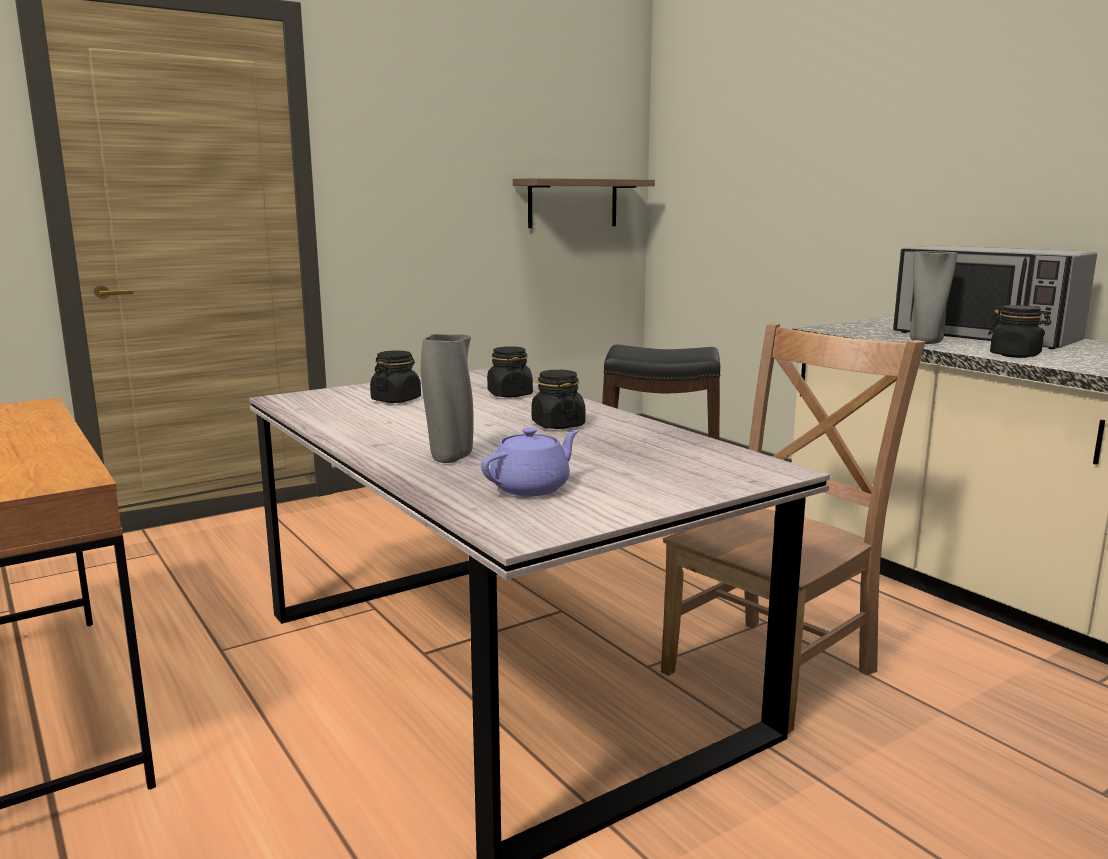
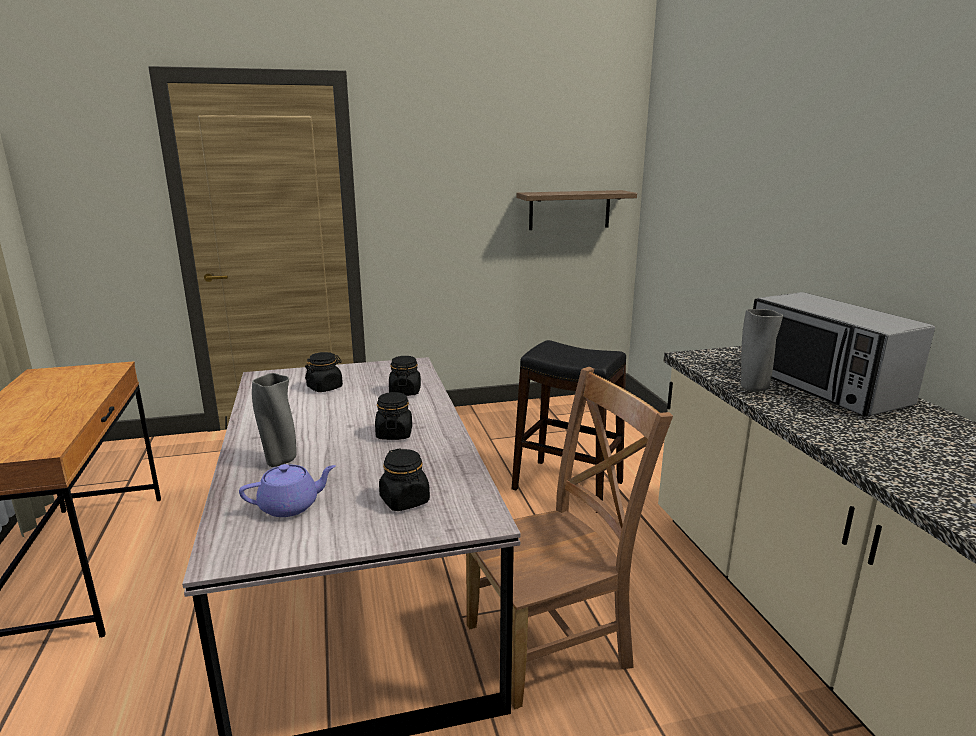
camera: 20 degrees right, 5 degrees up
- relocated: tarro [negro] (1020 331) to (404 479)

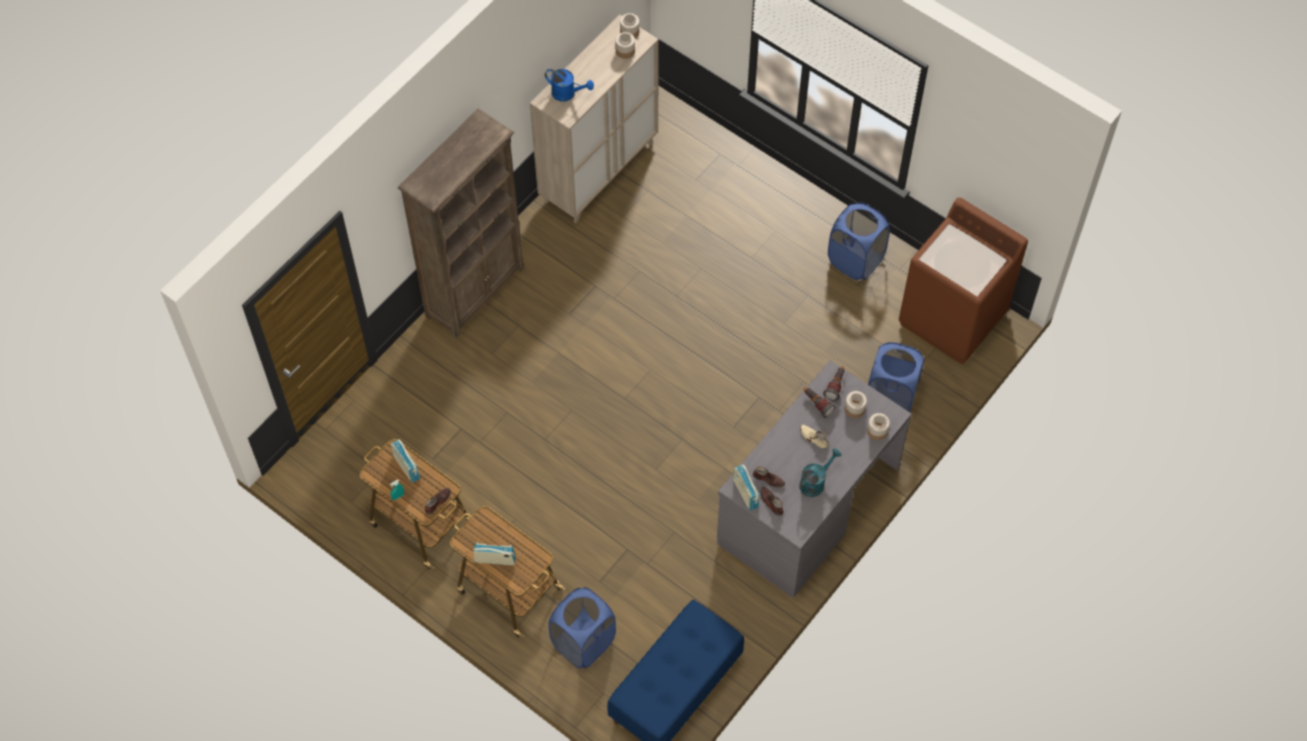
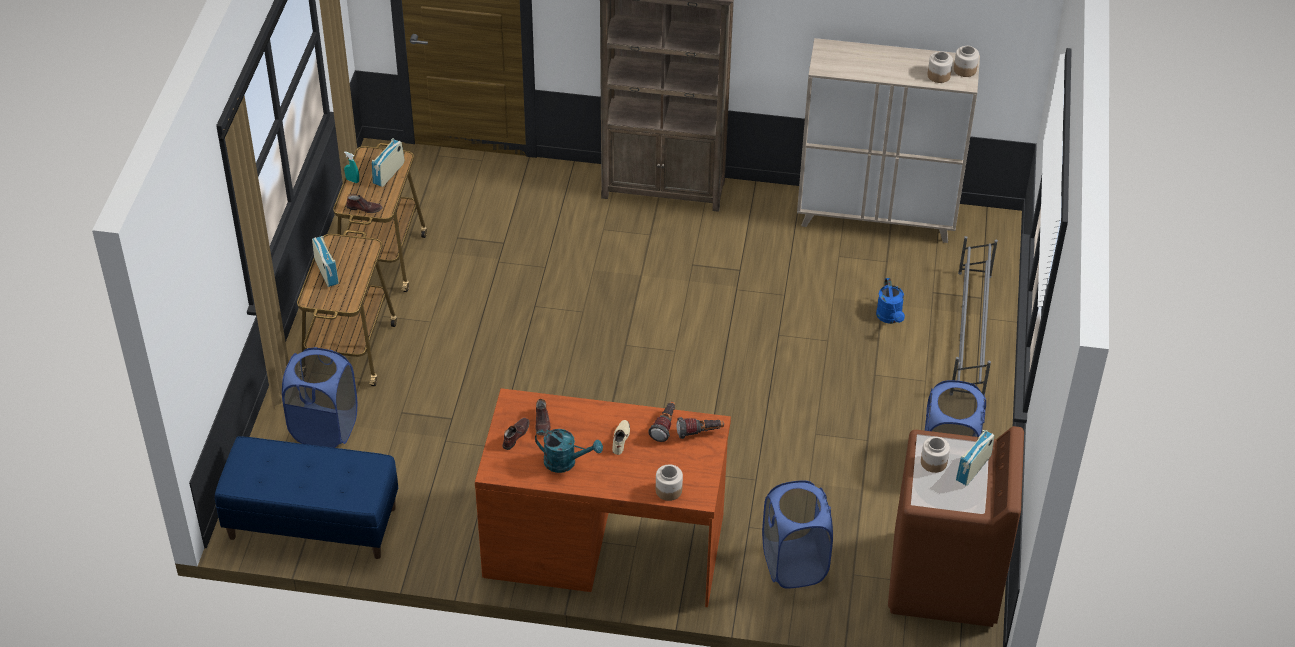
camera: 60 degrees right, 15 degrees down
- relocated: regadera [azul] (569 85) to (890 301)
- colour: escritorio [gris] (814 479) to escritorio [marrón] (603 497)
- relocated: radio (746 488) to (975 458)
- relocated: tarro (856 404) to (935 455)
- appeared: zapatero [gris] (975 315)

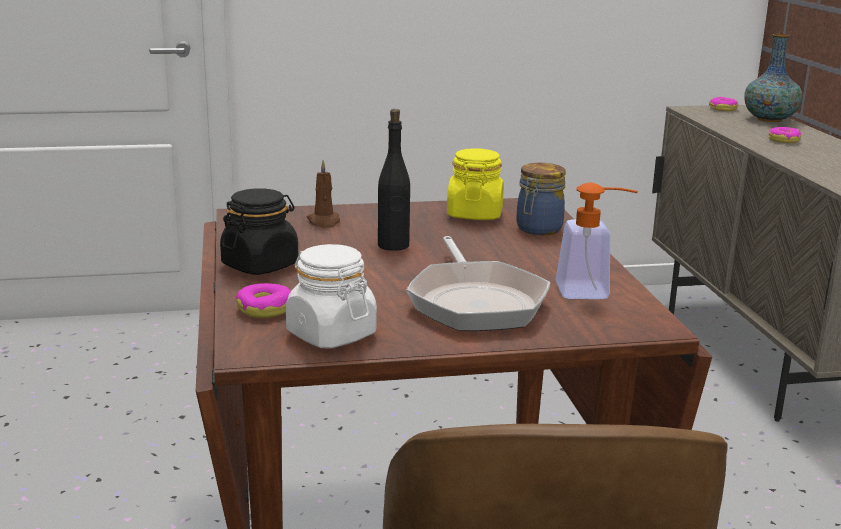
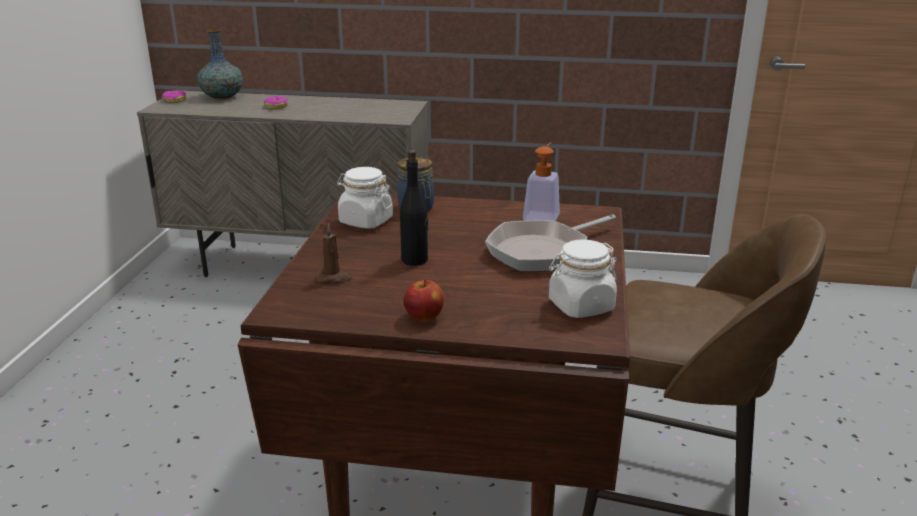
camera: 70 degrees left, 5 degrees up
- exchanged: tarro [negro] (259 231) to manzana (424 300)
- missing: rosquilla (263 300)
- spun: sartén (478 283) = (550 243) 135 degrees clockwise
- colour: tarro [amarillo] (475 184) to tarro [blanco] (365 198)

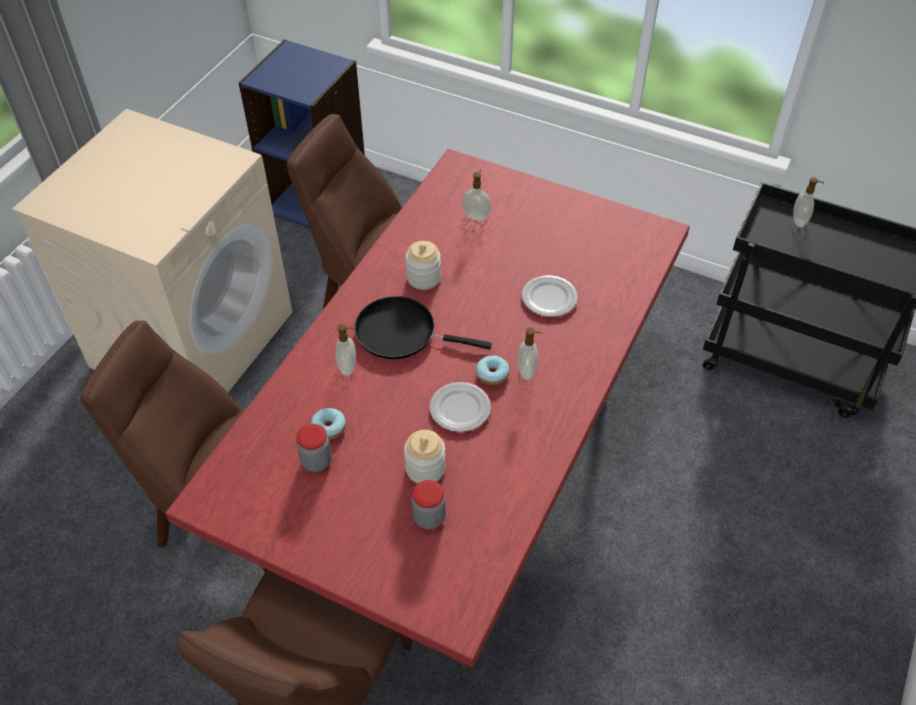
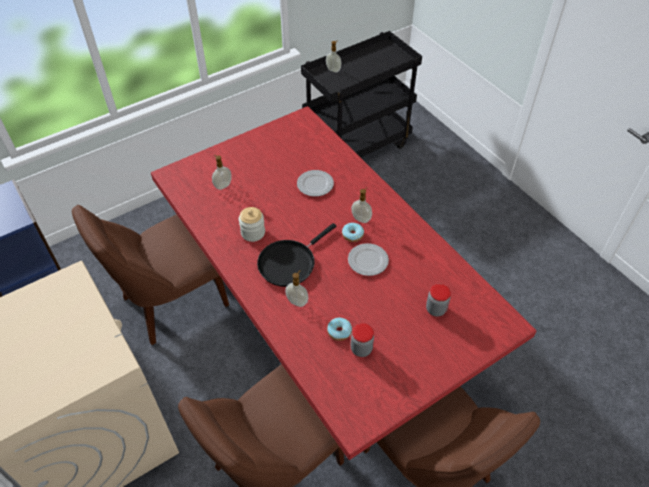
camera: 60 degrees left, 0 degrees up
- missing: tarro (424 457)

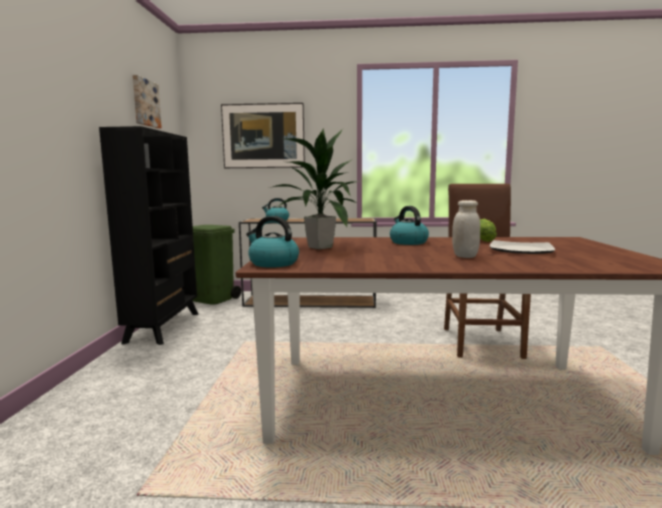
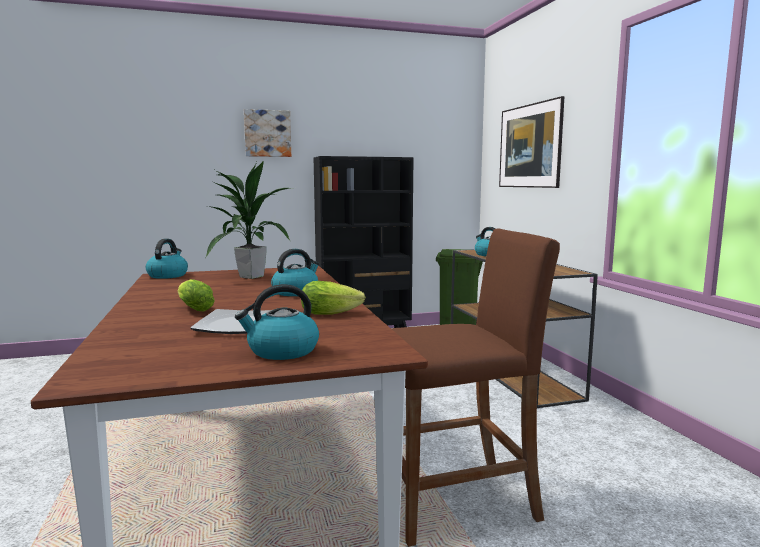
camera: 70 degrees right, 0 degrees up
- relocated: cuadro (147 101) to (267 133)
- exchanged: tarro [blanco] (466 229) to lechuga (196 295)
- appeared: hervidor (277 322)

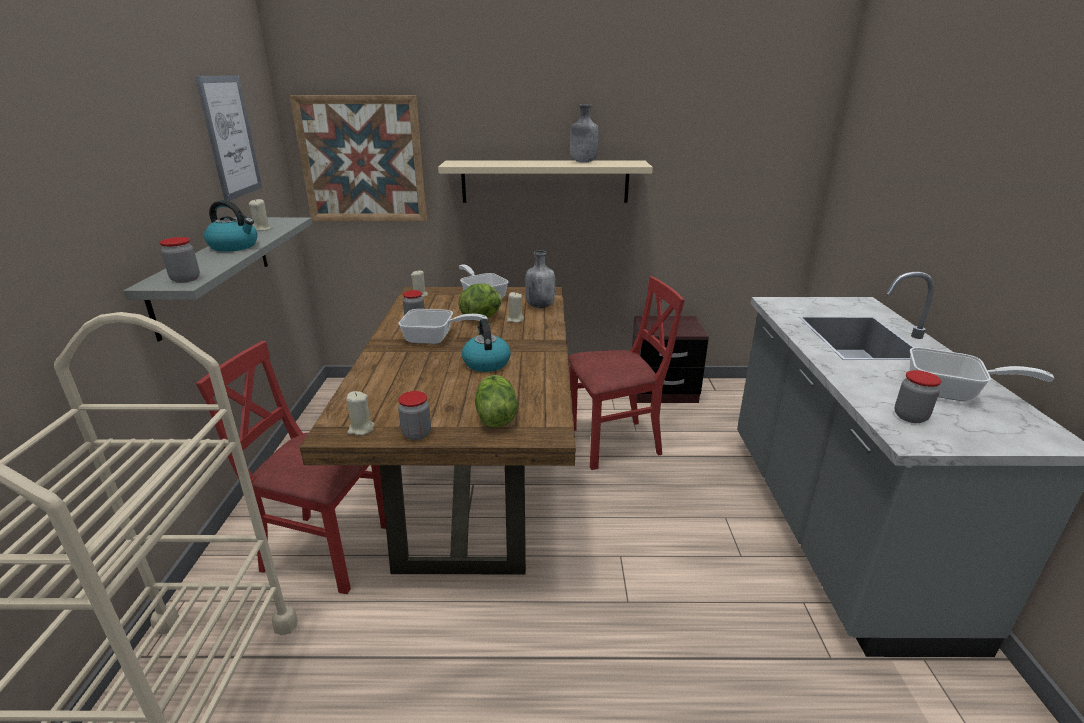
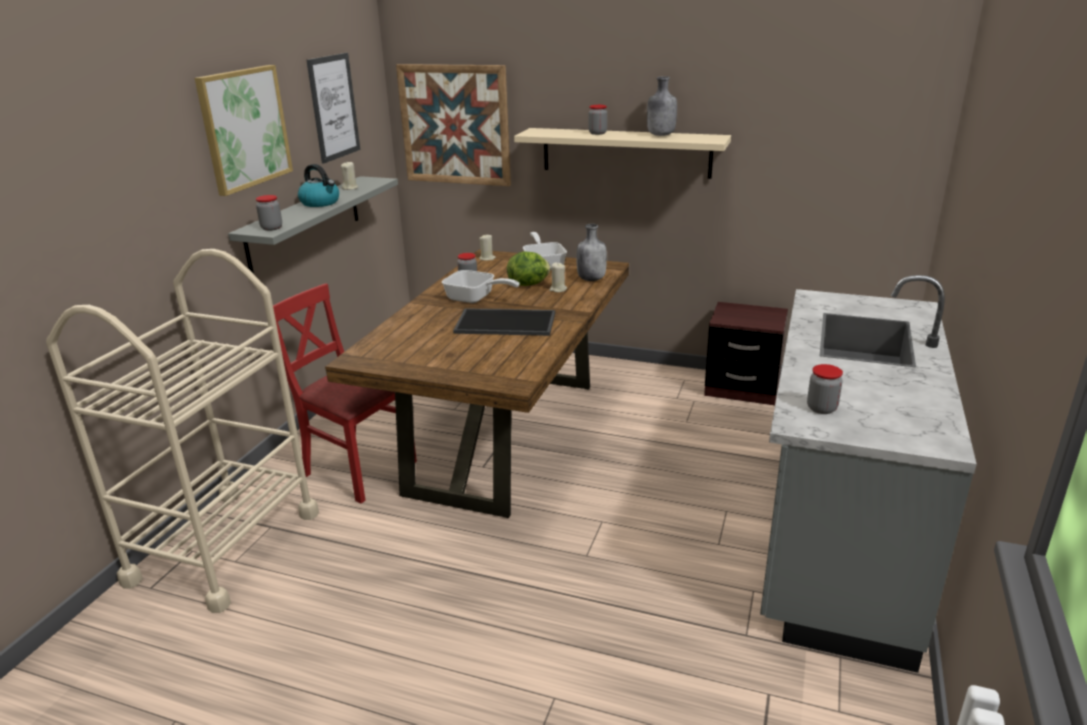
camera: 20 degrees right, 0 degrees up
- missing: vela [beis] (360 413)
- relocated: tarro (414 415) to (598 120)
- exchanged: hervidor (486 345) to bandeja (504 322)
- missing: lechuga (496 401)
- missing: silla [rojo] (626 373)
- missing: sartén (981 374)
- appeared: cuadro (244 130)

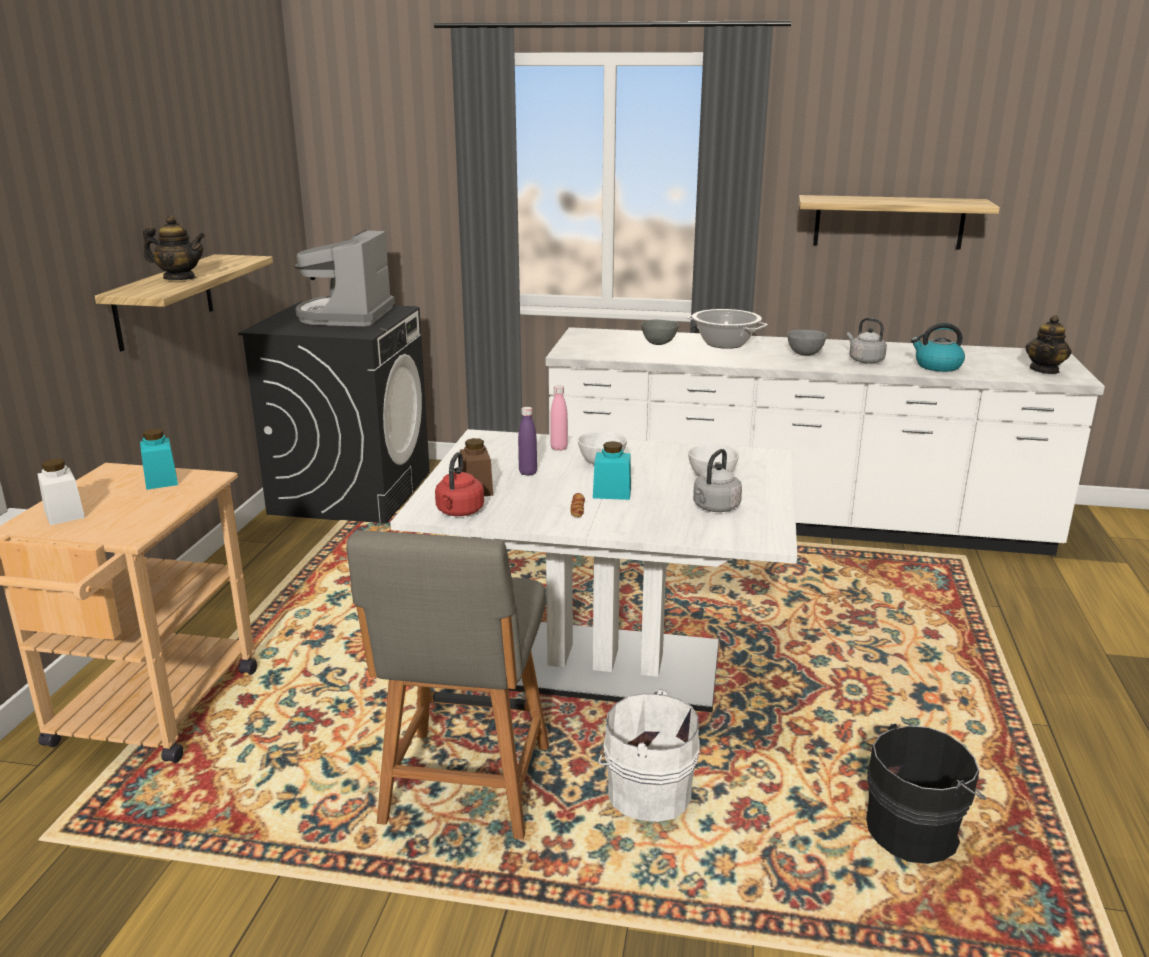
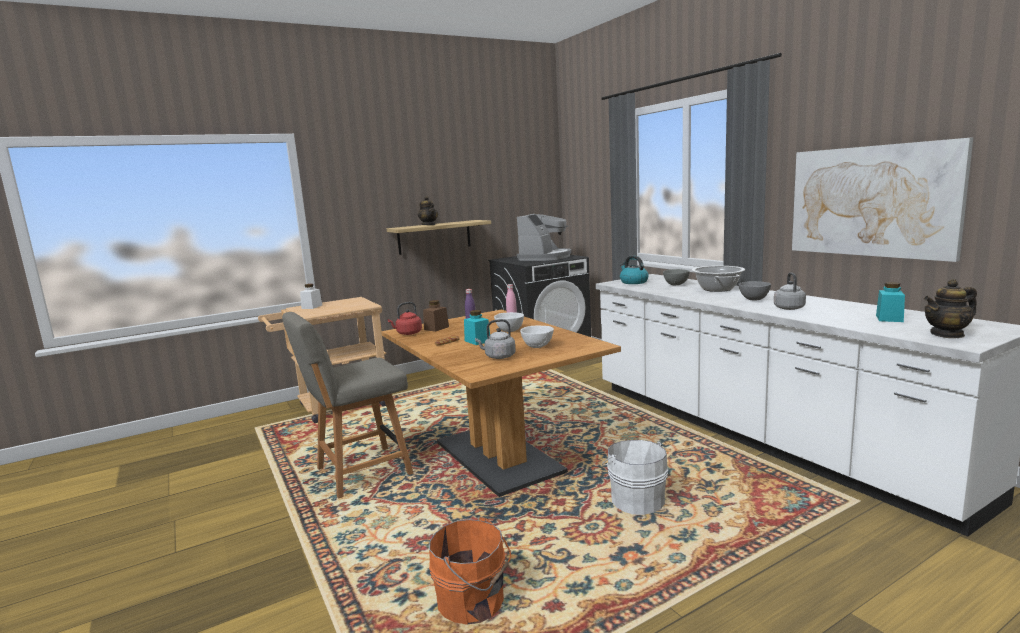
camera: 50 degrees right, 10 degrees down
- relocated: tarro [turquesa] (159 459) to (890 302)
- spun: cafetera (344 277) = (544 237) 150 degrees clockwise
- colour: mesa de comedor [blanco] (593 570) to mesa de comedor [marrón] (501 403)
- relocated: cubo [blanco] (649 755) to (635 477)
- exchanged: estante (899 222) to cuadro (882 200)
- colour: cubo [negro] (926 793) to cubo [naranja] (470 571)
- relocated: hervidor (938 347) to (634 270)

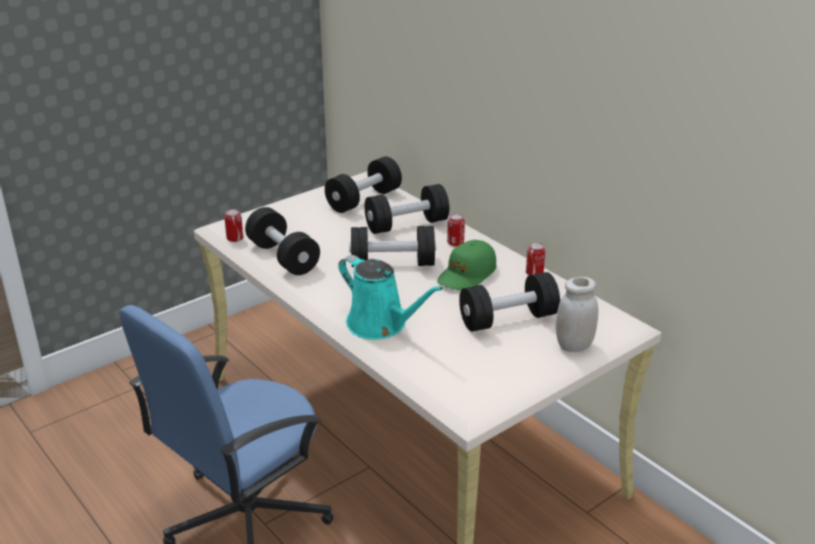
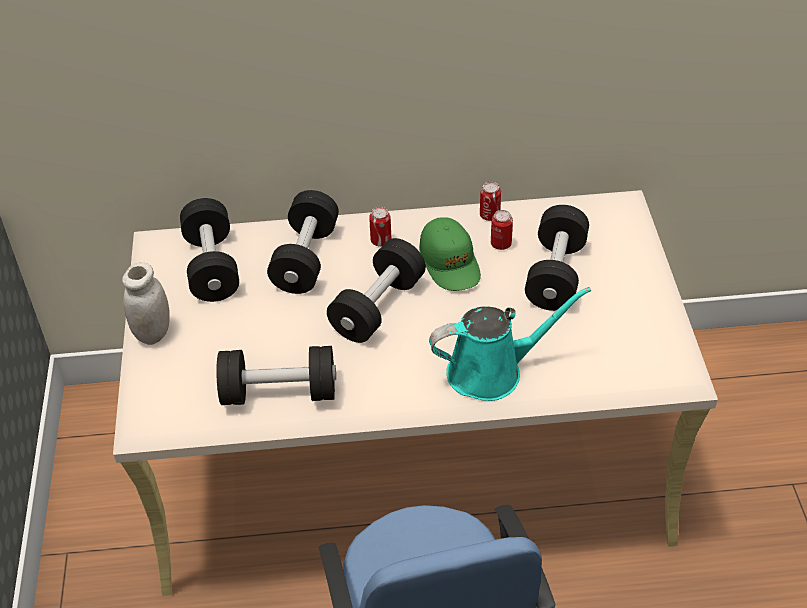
camera: 55 degrees left, 15 degrees up
- relocated: lata (233 225) to (502 230)
- relocated: tarro [blanco] (577 314) to (146 303)

